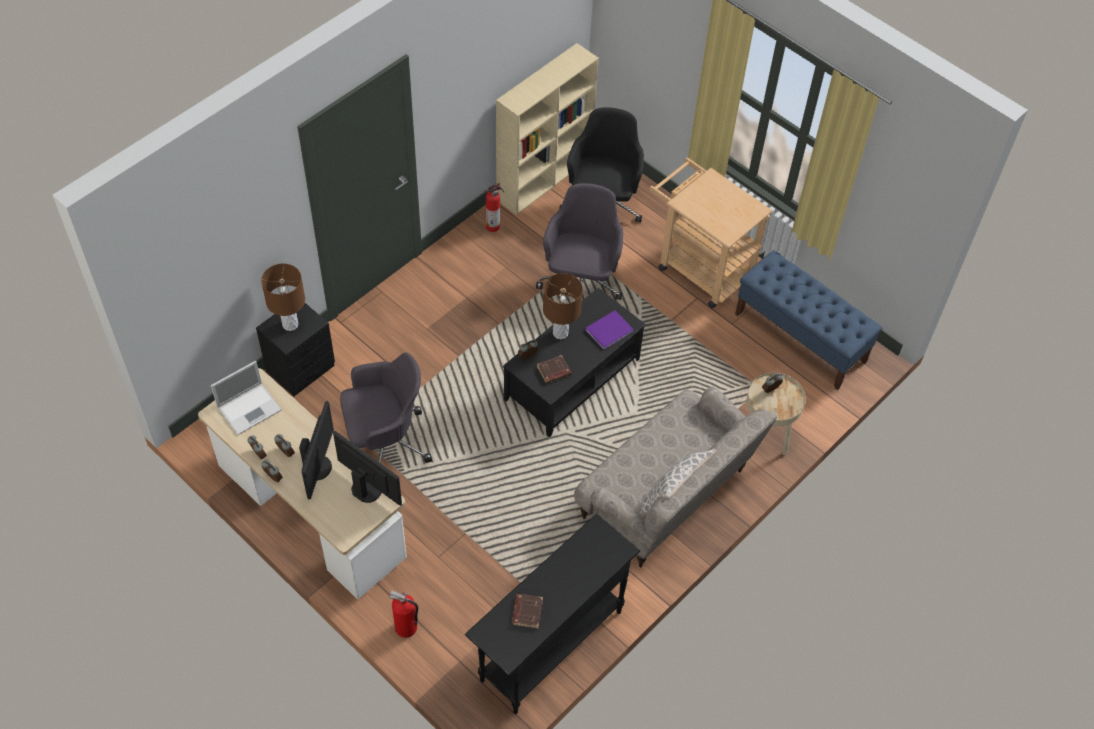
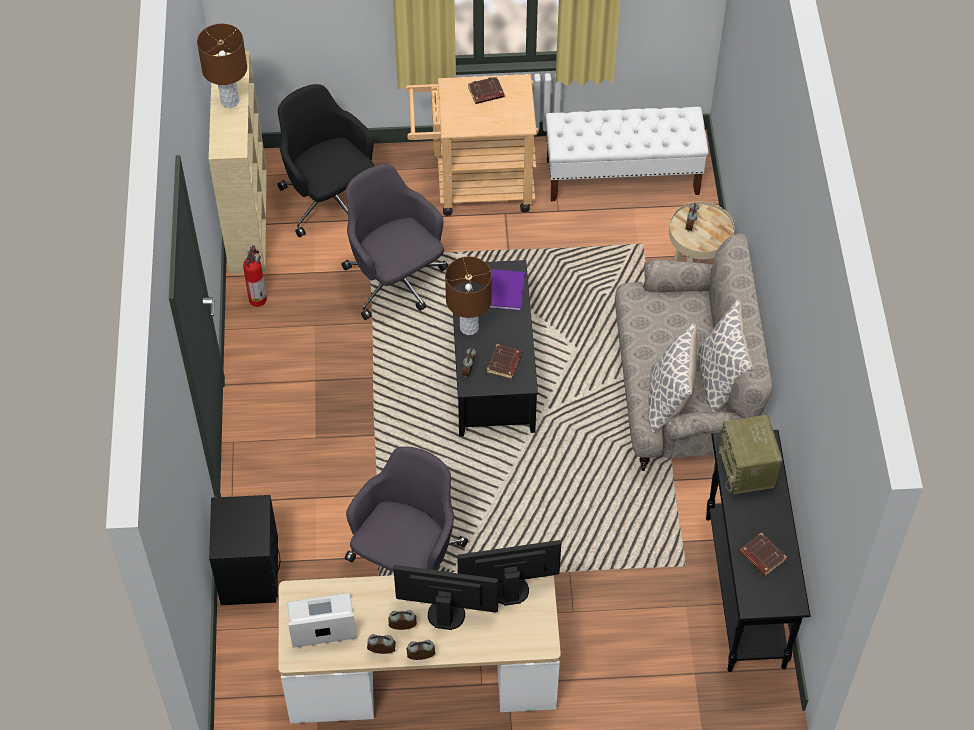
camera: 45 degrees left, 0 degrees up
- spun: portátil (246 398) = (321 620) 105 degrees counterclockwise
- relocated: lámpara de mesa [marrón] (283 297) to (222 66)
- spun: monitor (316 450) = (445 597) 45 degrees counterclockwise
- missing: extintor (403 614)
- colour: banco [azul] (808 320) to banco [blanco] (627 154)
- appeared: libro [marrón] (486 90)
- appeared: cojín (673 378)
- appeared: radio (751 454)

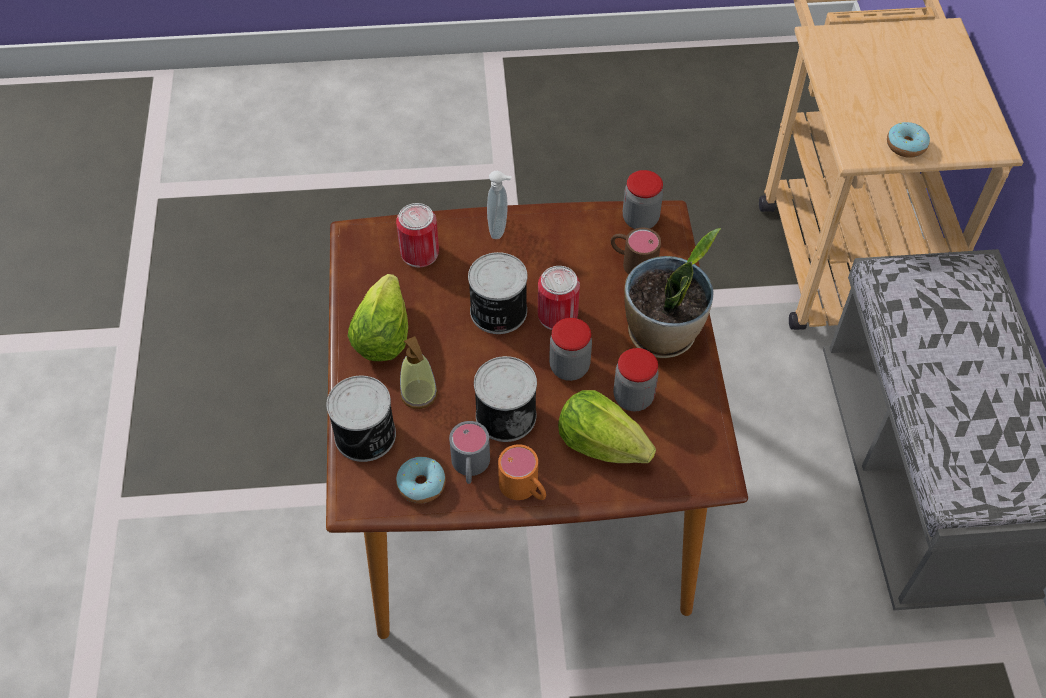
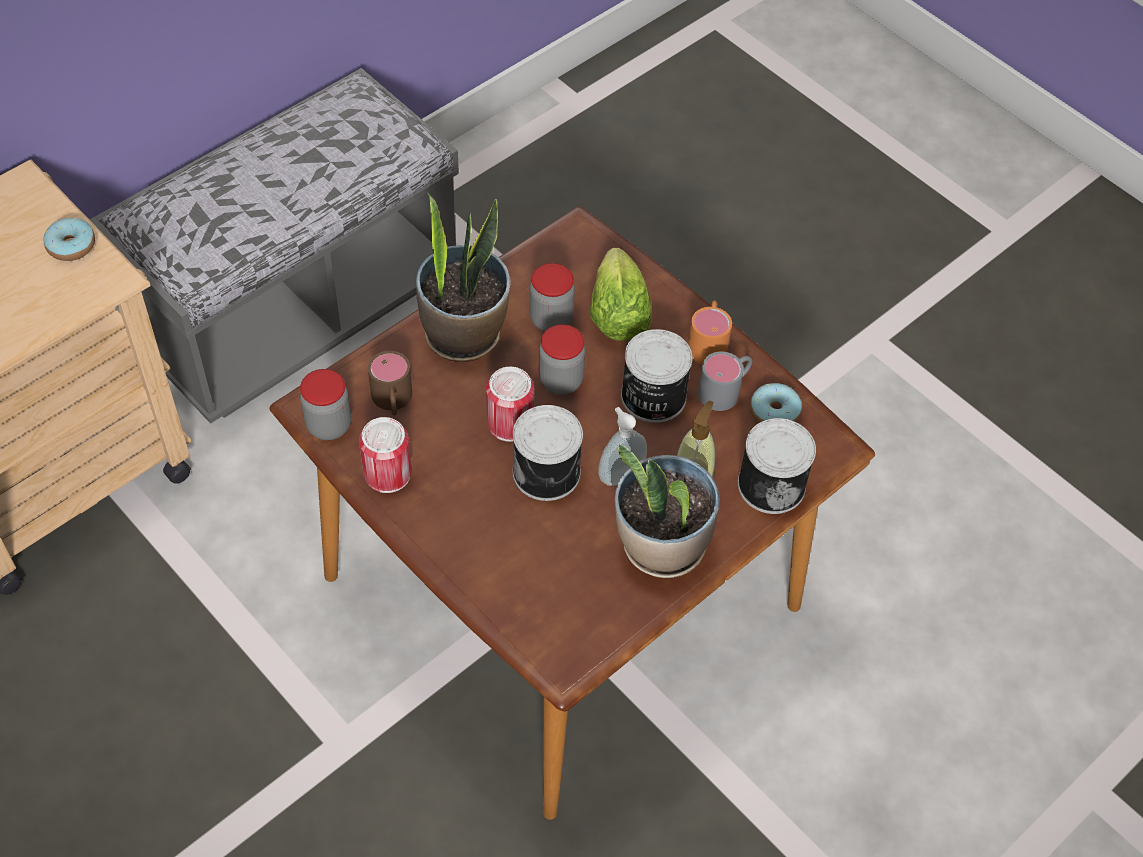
camera: 130 degrees left, 0 degrees up
- exchanged: lechuga (378 317) to planta en maceta (667 511)
- relocated: lata (417 235) to (385 455)
- relocated: dispensador de jabón (499 205) to (622 446)

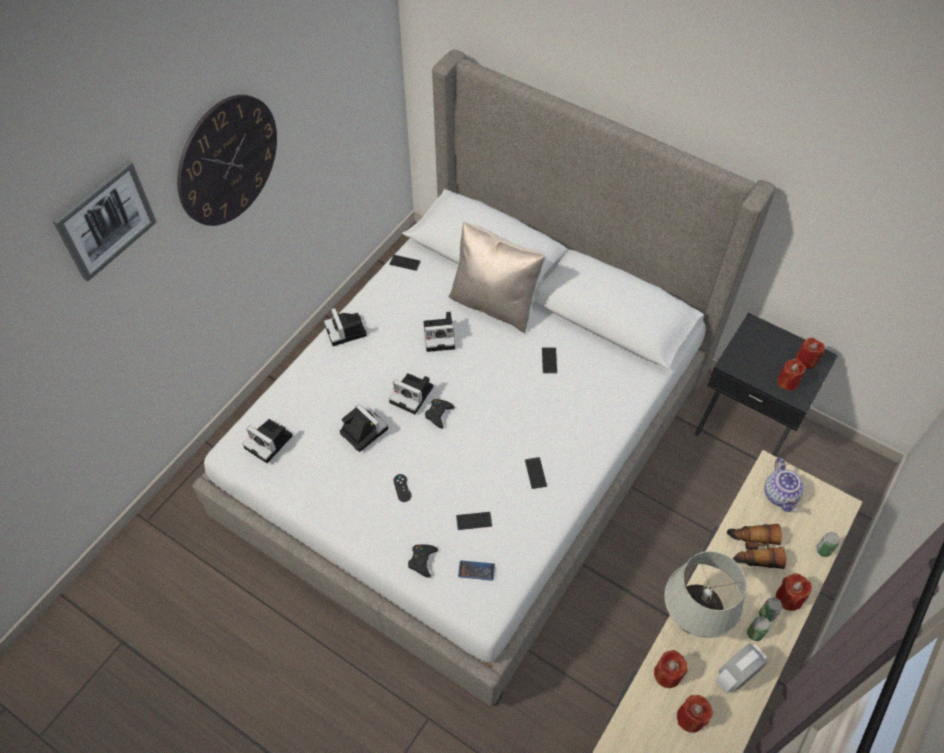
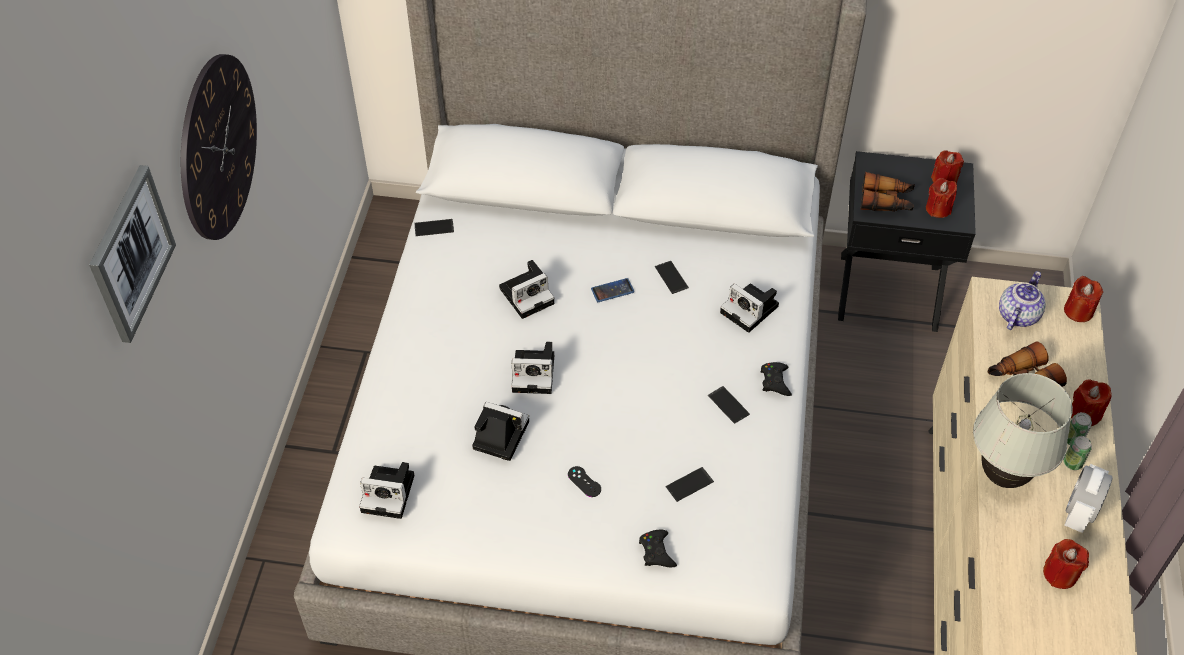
camera: 25 degrees left, 5 degrees down
- relocated: cámara (345 327) to (749 308)
- relocated: mando de consola [negro] (440 414) to (776 379)
- missing: cojín [beis] (497 277)
- relocated: móvil (476 570) to (612 290)
- relocated: vela [rojo] (671 669) to (1083 299)
- spun: tetera (784 485) = (1022 300) 120 degrees counterclockwise
- missing: lata (828 544)
- appeared: prismáticos (888 192)

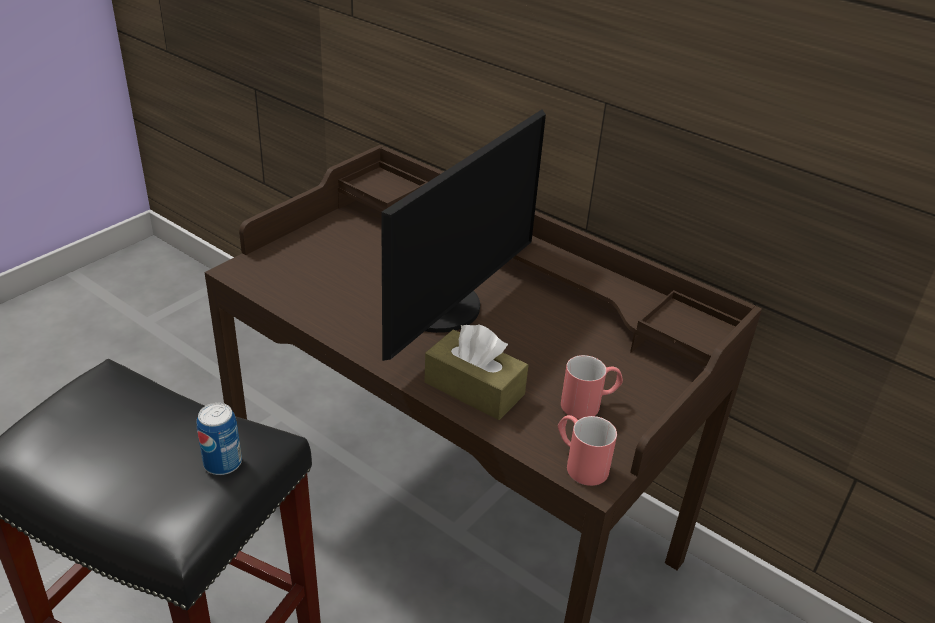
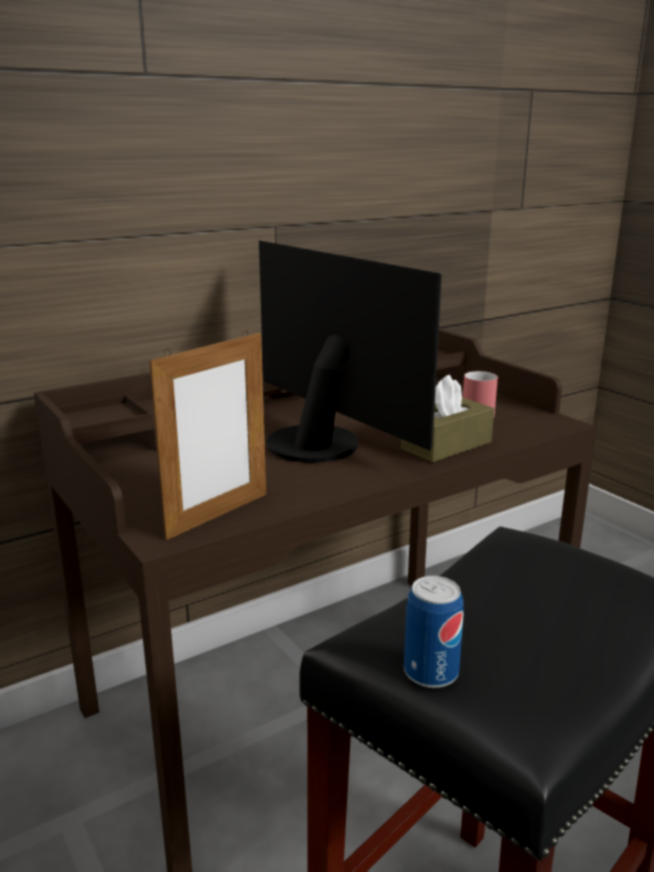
camera: 70 degrees left, 15 degrees down
- relocated: lata (219 439) to (434 632)
- missing: taza grande [rojo] (587 450)
- appeared: portarretratos (208 435)

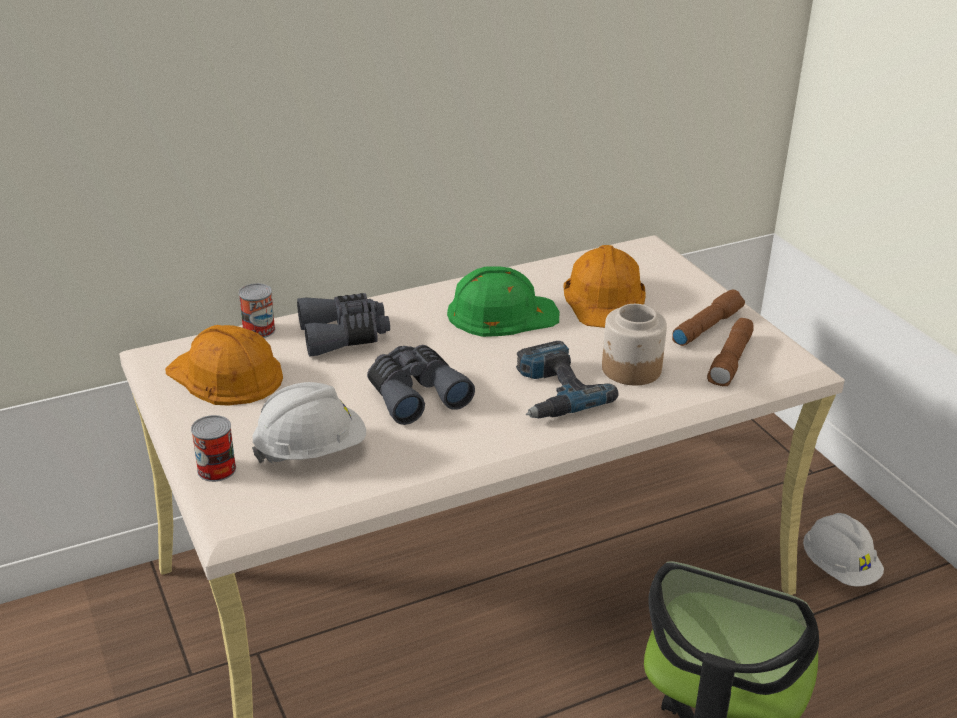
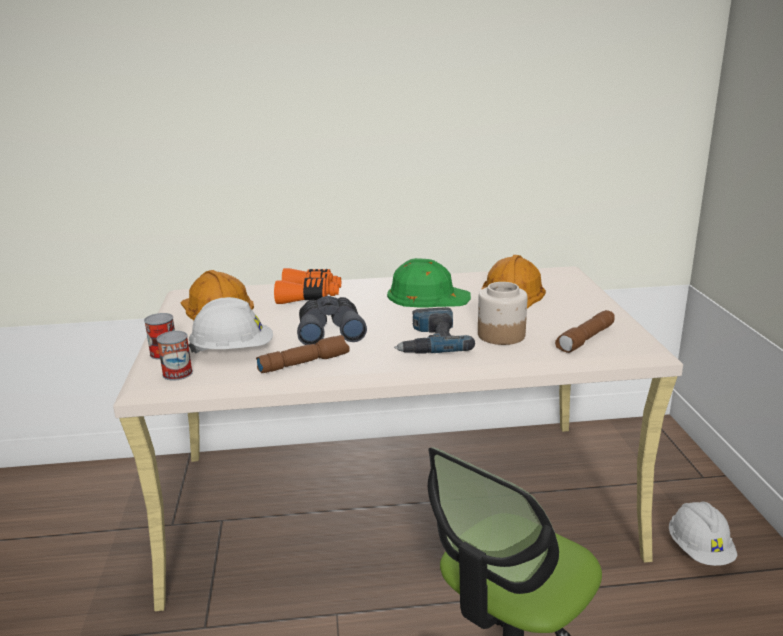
camera: 20 degrees right, 10 degrees down
- relocated: lata (256 310) to (175 356)
- colour: prismáticos [gris] (343 325) to prismáticos [naranja] (307 286)
- relocated: linterna [marrón] (708 318) to (303 354)

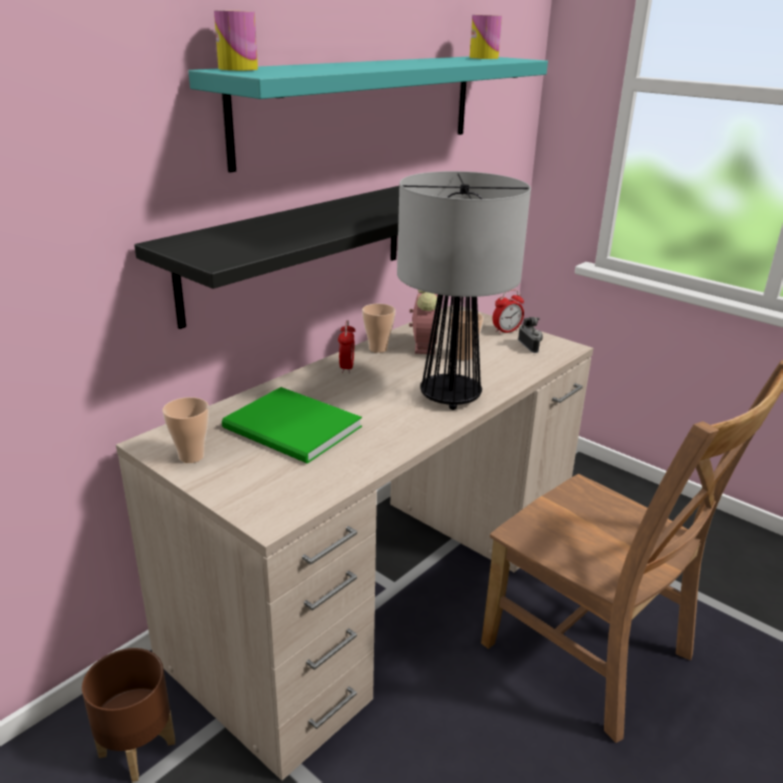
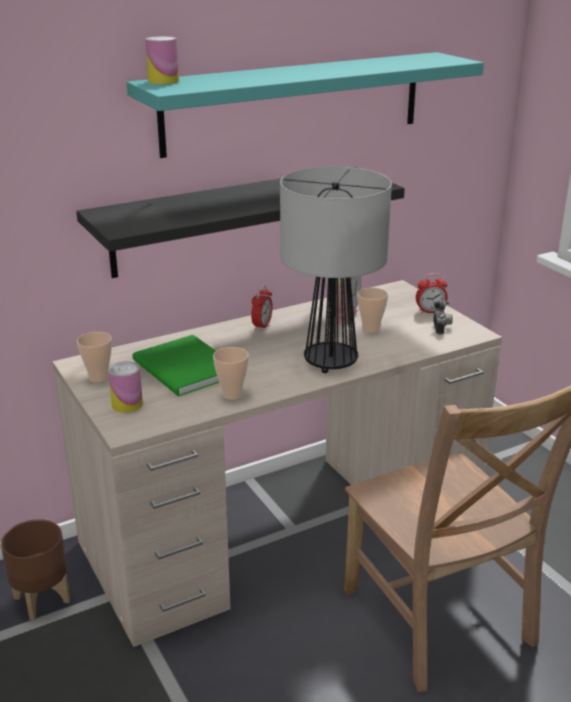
camera: 20 degrees right, 0 degrees up
- relocated: taza (379 328) to (231 373)
- relocated: lata (486 37) to (125 387)

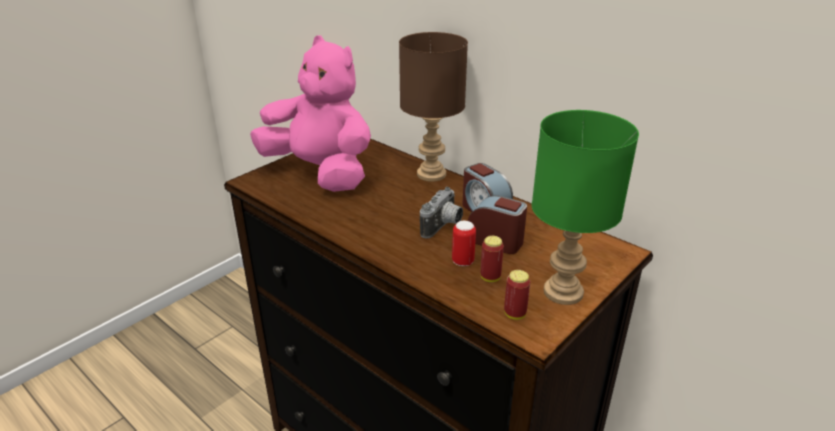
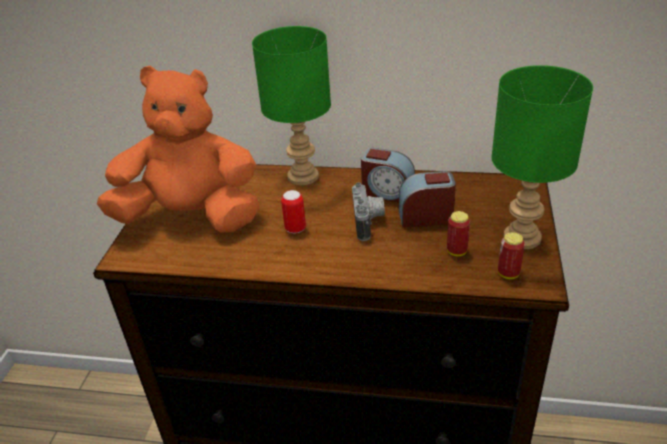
camera: 30 degrees left, 5 degrees up
- colour: peluche [rosa] (310 113) to peluche [naranja] (178 149)
- colour: lámpara de mesa [marrón] (433 107) to lámpara de mesa [verde] (291 105)
- relocated: lata (464 243) to (293 211)

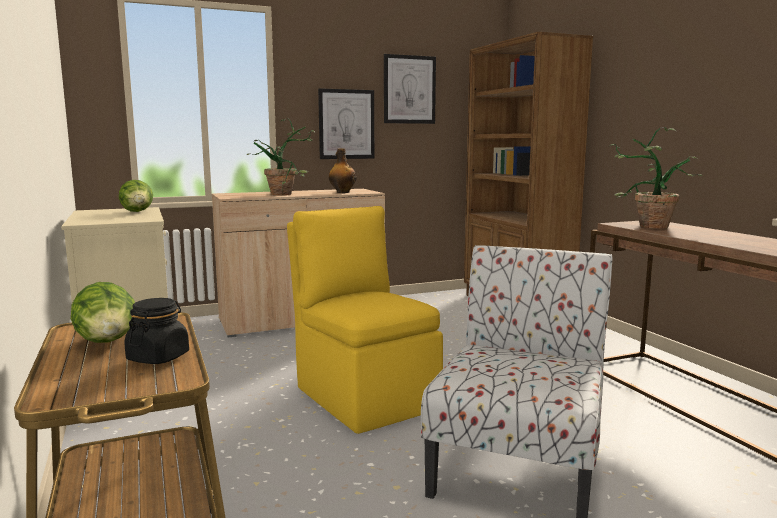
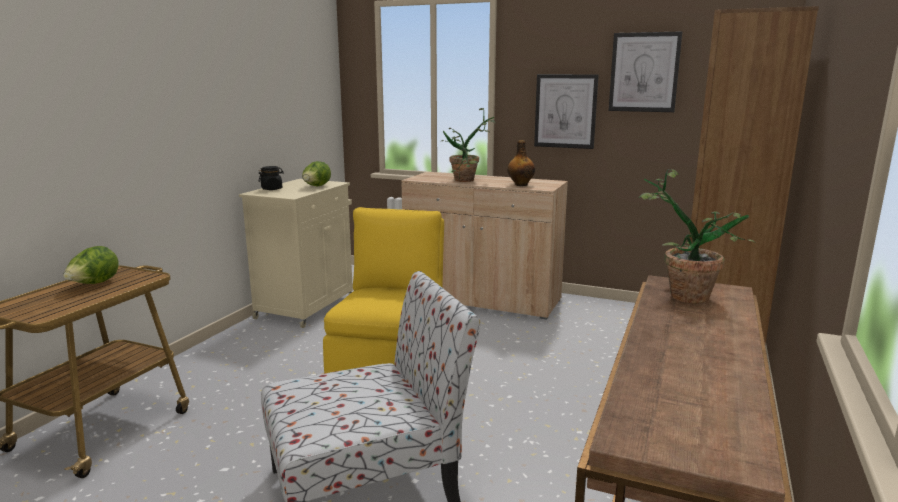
camera: 45 degrees right, 5 degrees up
- relocated: tarro [negro] (156 331) to (271 178)

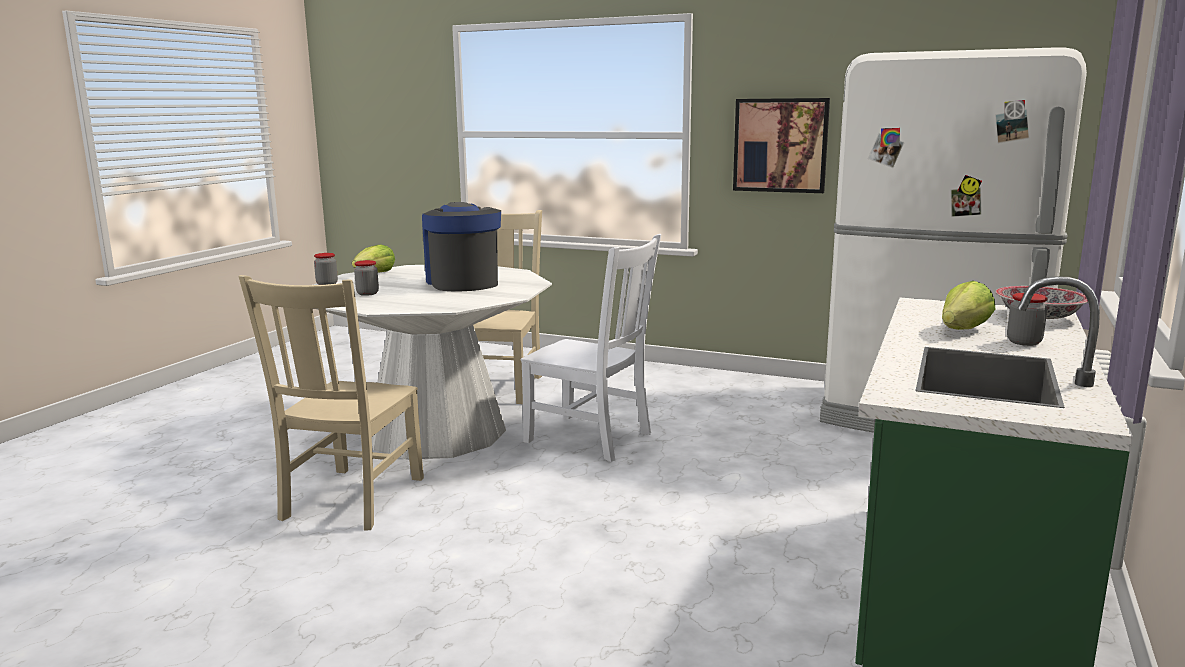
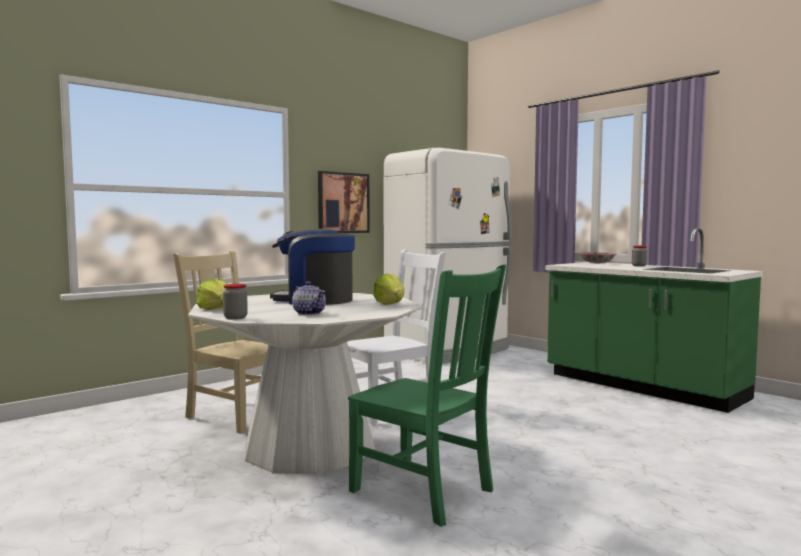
camera: 65 degrees left, 10 degrees down
- colour: silla [beis] (331 402) to silla [verde] (427 395)
- exchanged: tarro (366 278) to tetera (309 298)
- relocated: lechuga (968 305) to (389 289)

